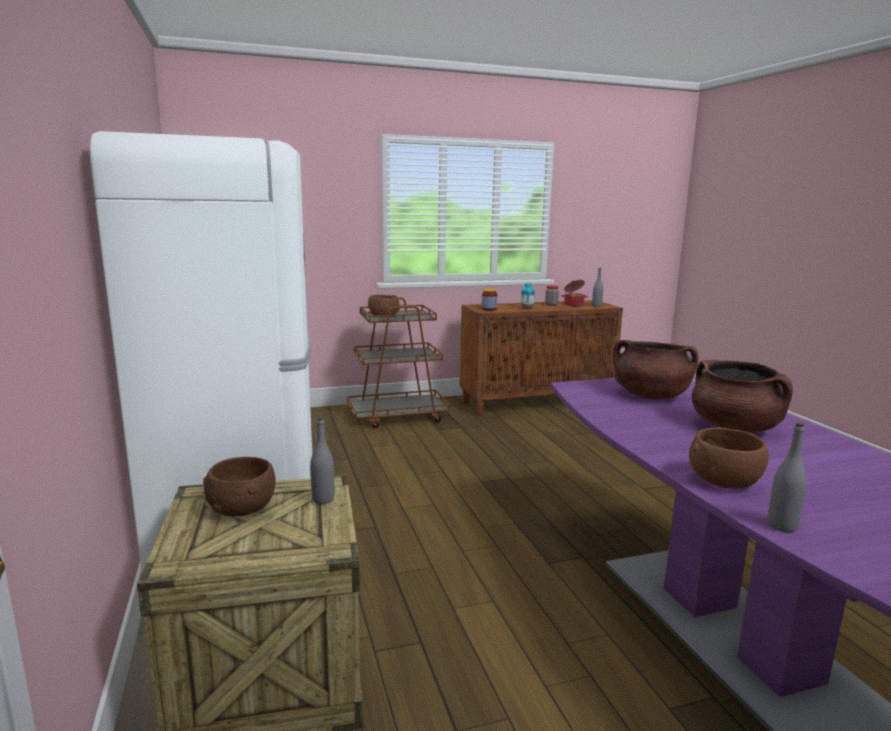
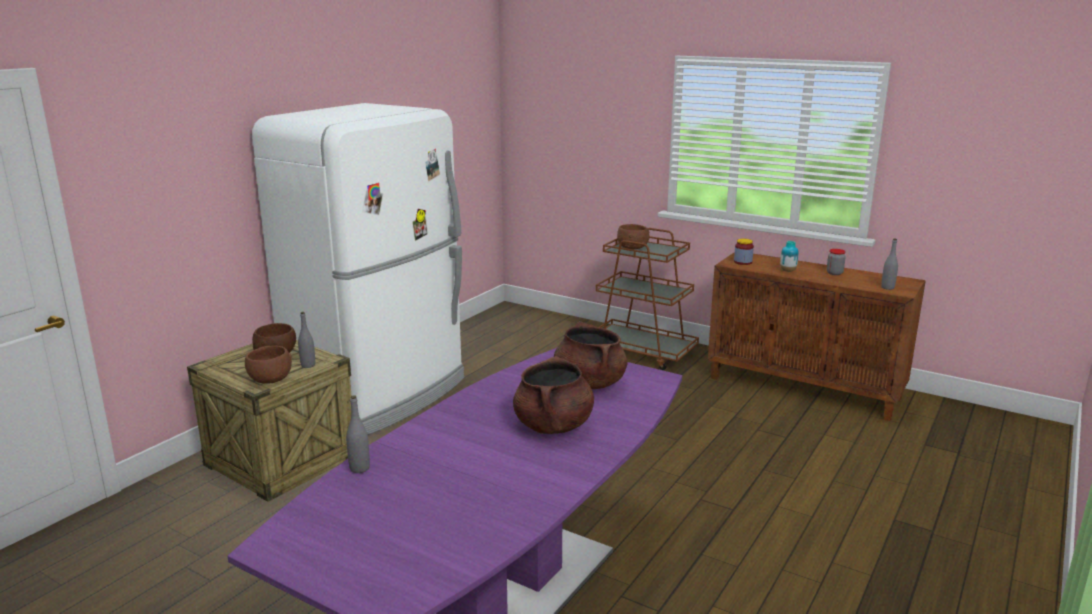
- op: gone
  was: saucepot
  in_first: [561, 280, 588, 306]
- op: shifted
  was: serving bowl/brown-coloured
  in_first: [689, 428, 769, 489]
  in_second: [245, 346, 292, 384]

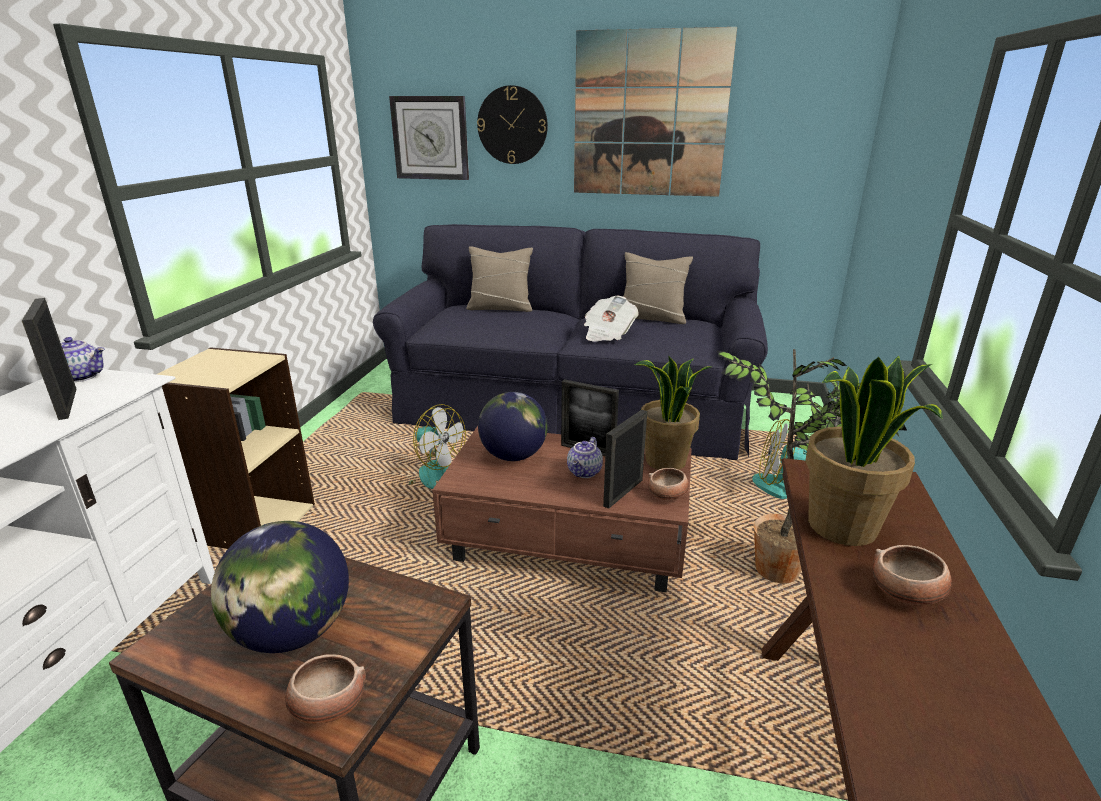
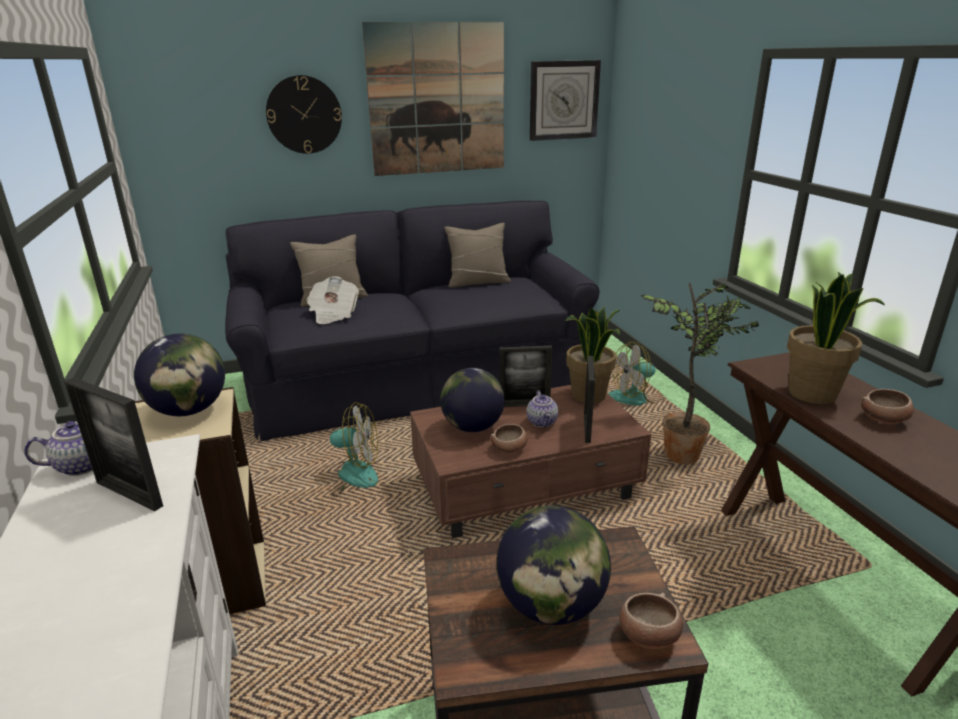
- op: shifted
  was: wall clock
  in_first: [389, 96, 469, 180]
  in_second: [530, 60, 601, 141]
- op: shifted
  was: printed paper
  in_first: [584, 296, 639, 342]
  in_second: [306, 276, 359, 324]
- op: shifted
  was: serving bowl
  in_first: [648, 468, 689, 500]
  in_second: [491, 424, 528, 454]
- op: new
  now: desk globe
  in_second: [134, 334, 225, 416]

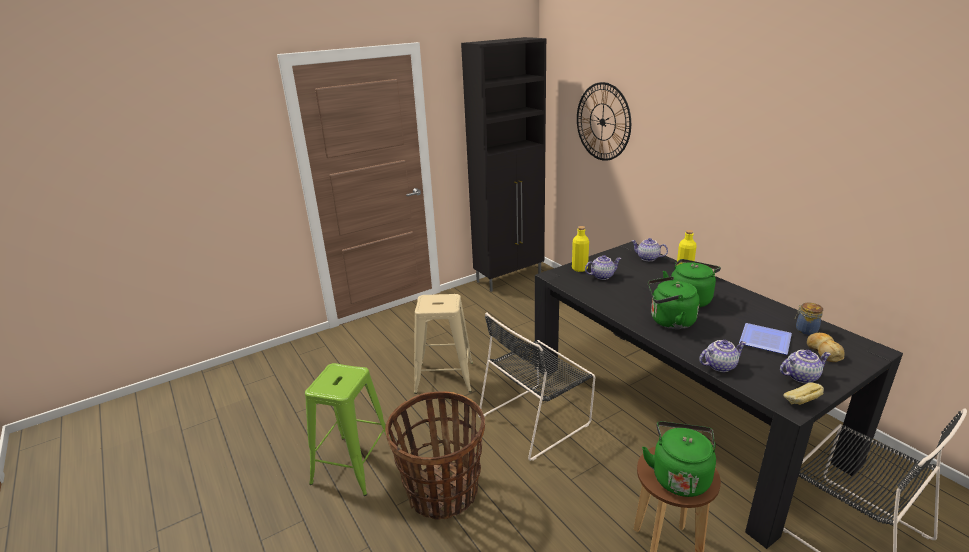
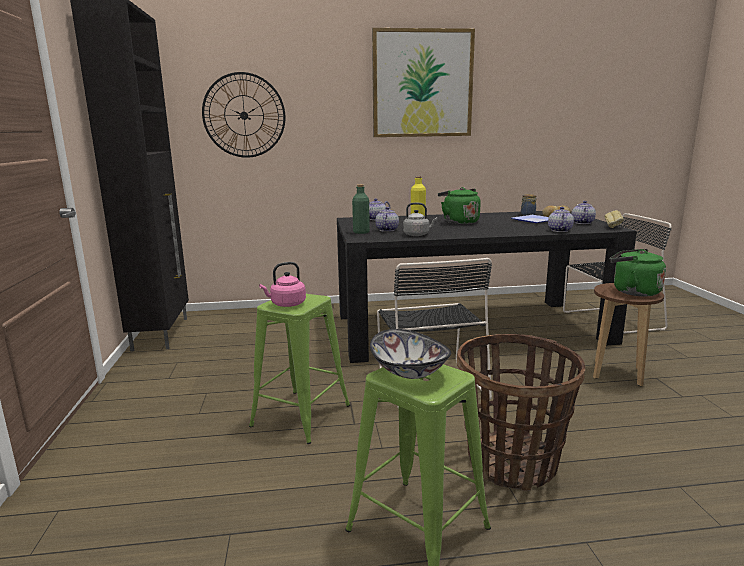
- op: repainted
  was: drink bottle/yellow
  now: drink bottle/green-coloured
  in_first: [572, 226, 589, 272]
  in_second: [352, 184, 370, 234]
- op: gone
  was: tea kettle/green-coloured
  in_first: [648, 276, 700, 329]
- op: repainted
  was: stool/beige
  now: stool/green-coloured
  in_first: [414, 294, 473, 394]
  in_second: [249, 294, 350, 444]
- op: new
  now: wall art
  in_second: [372, 28, 475, 137]
- op: new
  now: tea kettle/gray
  in_second: [403, 203, 437, 236]
- op: new
  now: tea kettle/pink
  in_second: [259, 262, 306, 307]
- op: new
  now: serving bowl
  in_second: [370, 329, 451, 379]

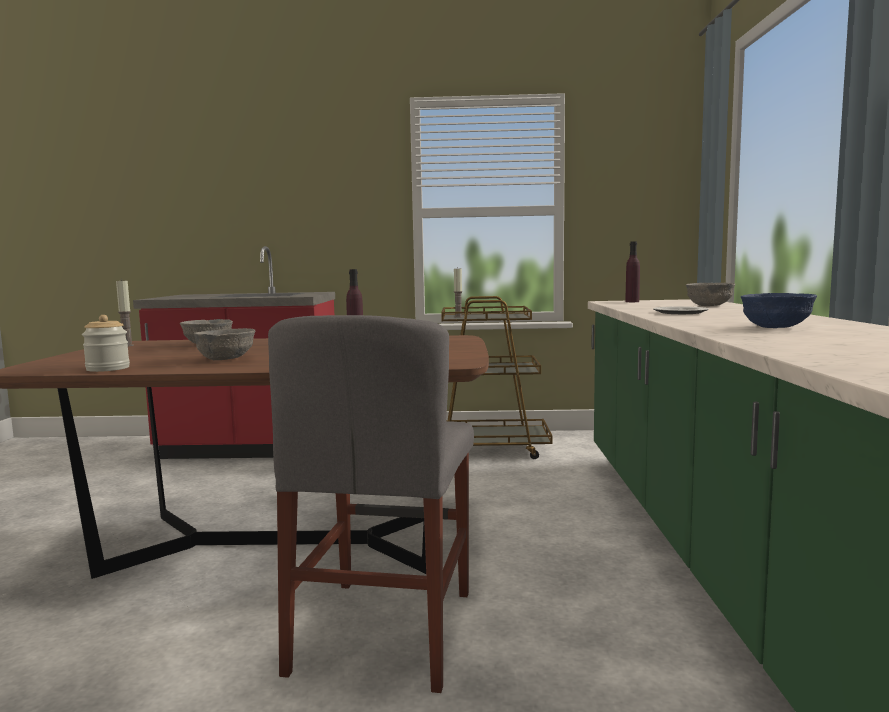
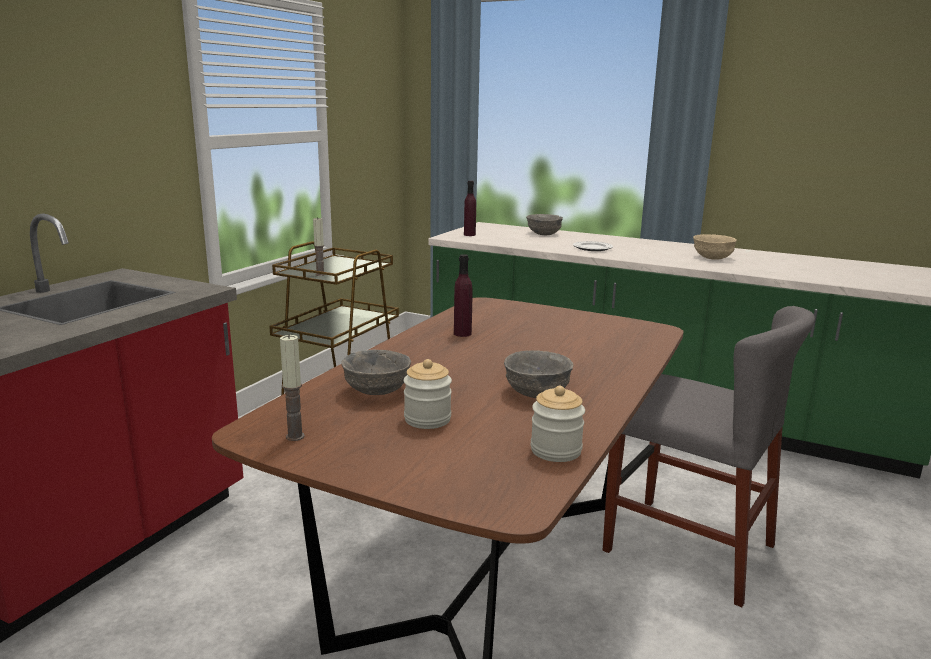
- op: repainted
  was: serving bowl/bluish
  now: serving bowl/beige
  in_first: [741, 293, 817, 328]
  in_second: [693, 234, 737, 260]
- op: new
  now: storage jar
  in_second: [404, 359, 452, 429]

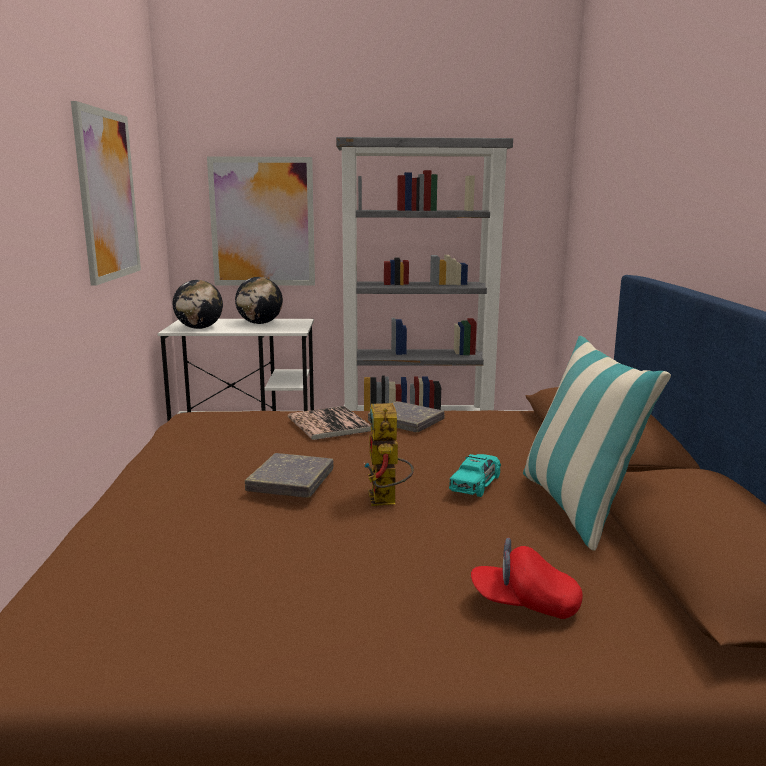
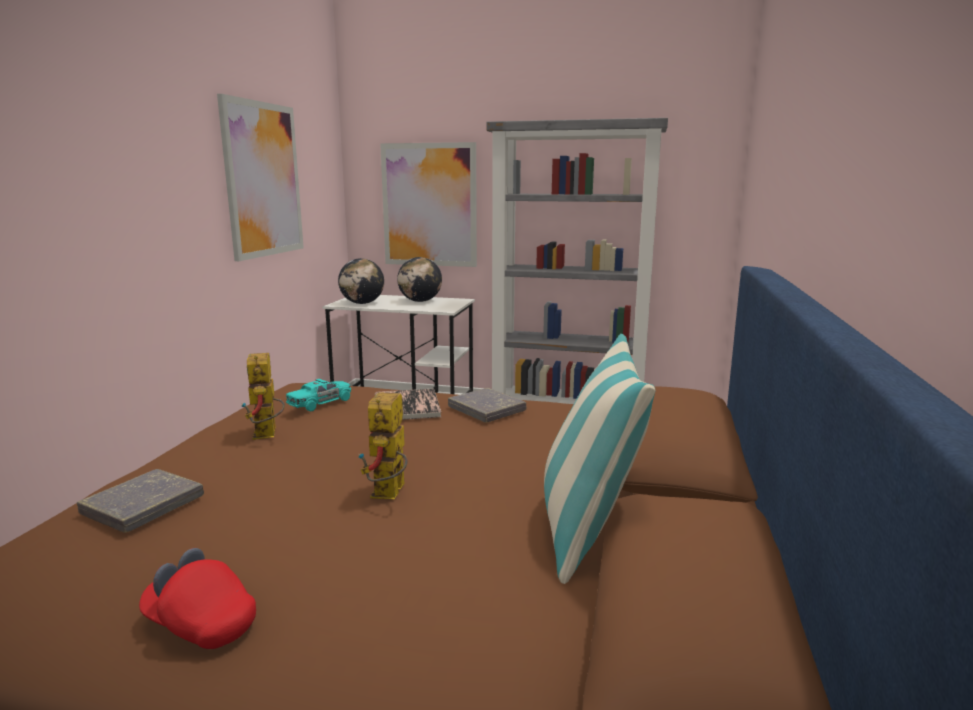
- op: shifted
  was: volume/gray
  in_first: [245, 453, 334, 498]
  in_second: [77, 469, 204, 533]
- op: shifted
  was: miniature car/turquoise
  in_first: [449, 454, 501, 497]
  in_second: [286, 379, 351, 411]
- op: shifted
  was: baseball cap/red
  in_first: [471, 537, 583, 619]
  in_second: [139, 548, 256, 649]
- op: new
  now: robot figure
  in_second: [241, 353, 285, 440]

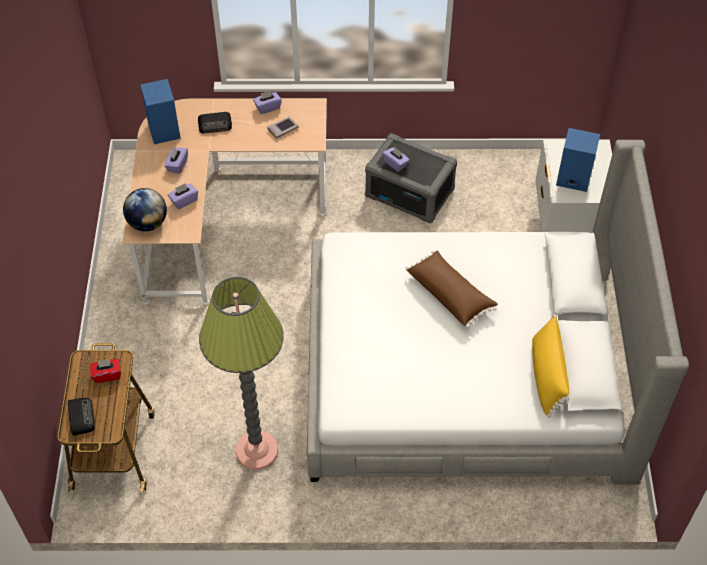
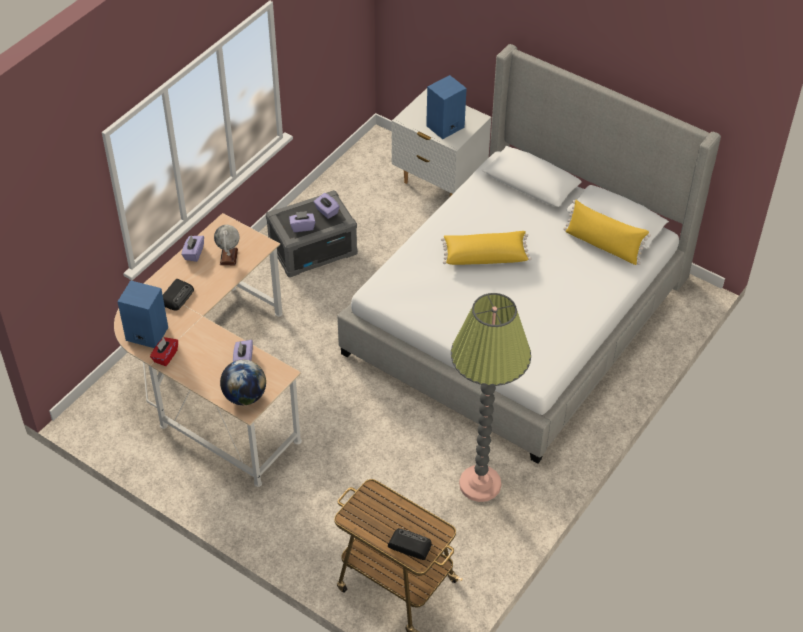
- op: swapped
  was: volume
  now: desk globe
  in_first: [267, 116, 299, 139]
  in_second: [214, 225, 239, 265]
- op: shifted
  was: tissue box/purple
  in_first: [164, 147, 188, 174]
  in_second: [314, 193, 340, 219]
- op: repainted
  was: cushion/brown-coloured
  now: cushion/yellow
  in_first: [405, 250, 498, 328]
  in_second: [441, 231, 531, 265]
- op: shifted
  was: tissue box/red
  in_first: [90, 359, 121, 383]
  in_second: [150, 337, 178, 366]

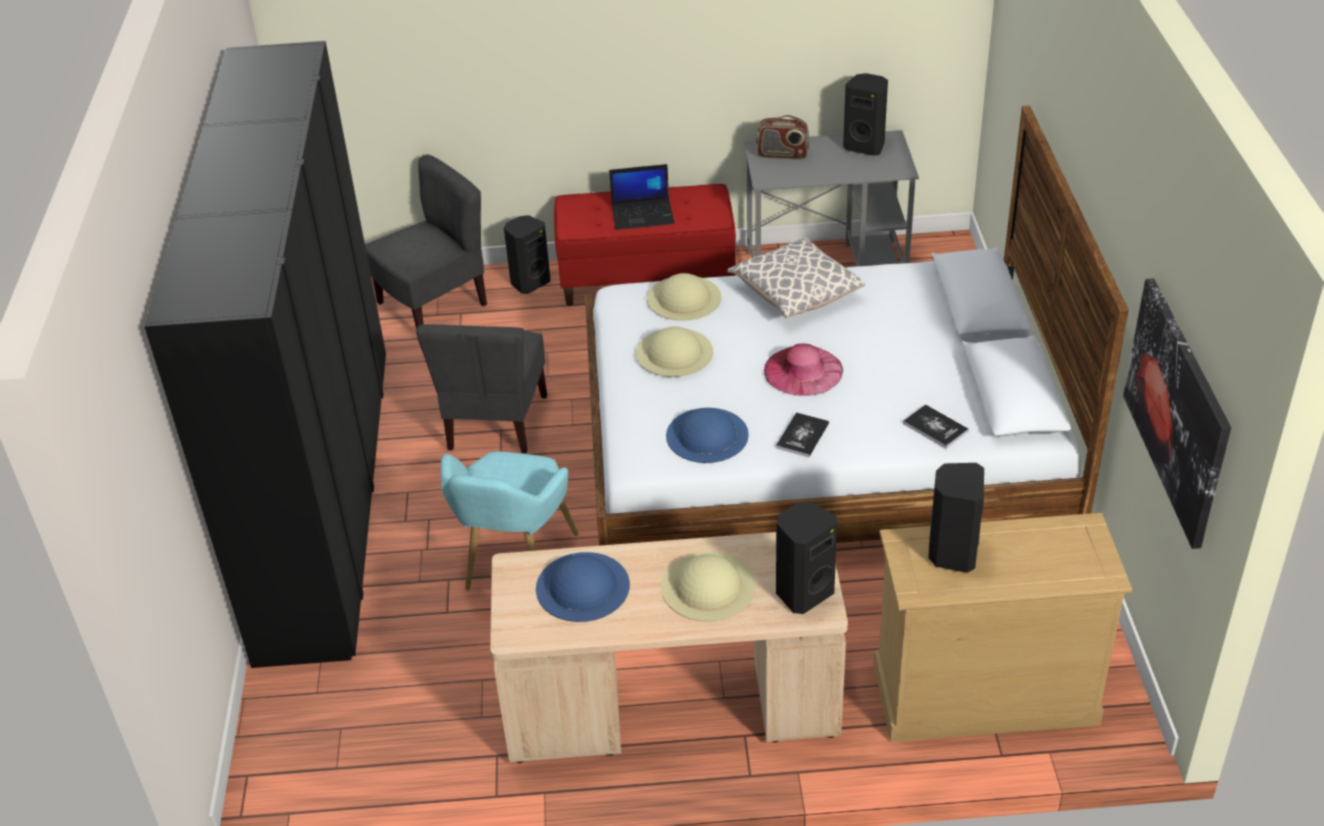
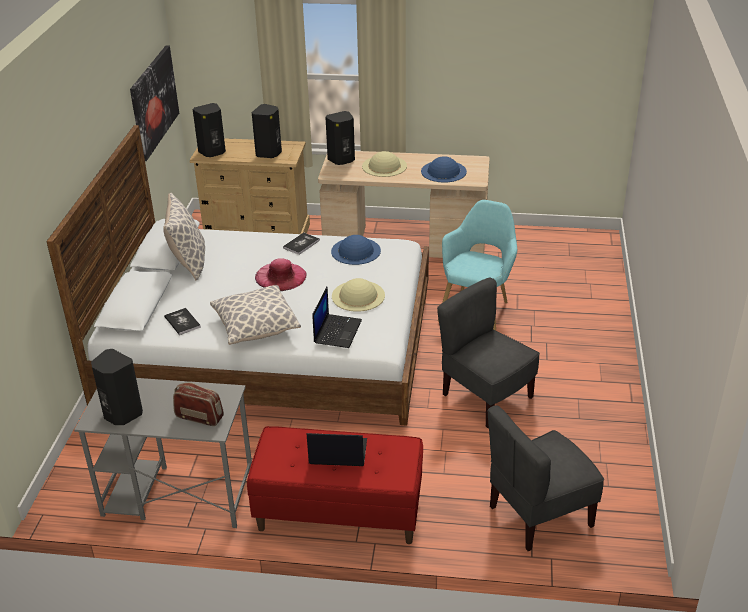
- op: gone
  was: armoire/black-coloured
  in_first: [144, 41, 386, 668]
- op: shifted
  was: loudspeaker/black-coloured
  in_first: [504, 215, 550, 294]
  in_second: [193, 103, 226, 157]
- op: swapped
  was: clothing hat/beige
  now: laptop
  in_first: [647, 273, 721, 321]
  in_second: [312, 286, 362, 348]
- op: rotated
  was: upright chair/gray
  in_first: [416, 324, 547, 453]
  in_second: [437, 278, 540, 428]
  clockwise: -60
- op: shifted
  was: volume
  in_first: [903, 404, 969, 449]
  in_second: [164, 308, 201, 335]
- op: new
  now: cushion
  in_second: [163, 193, 205, 281]

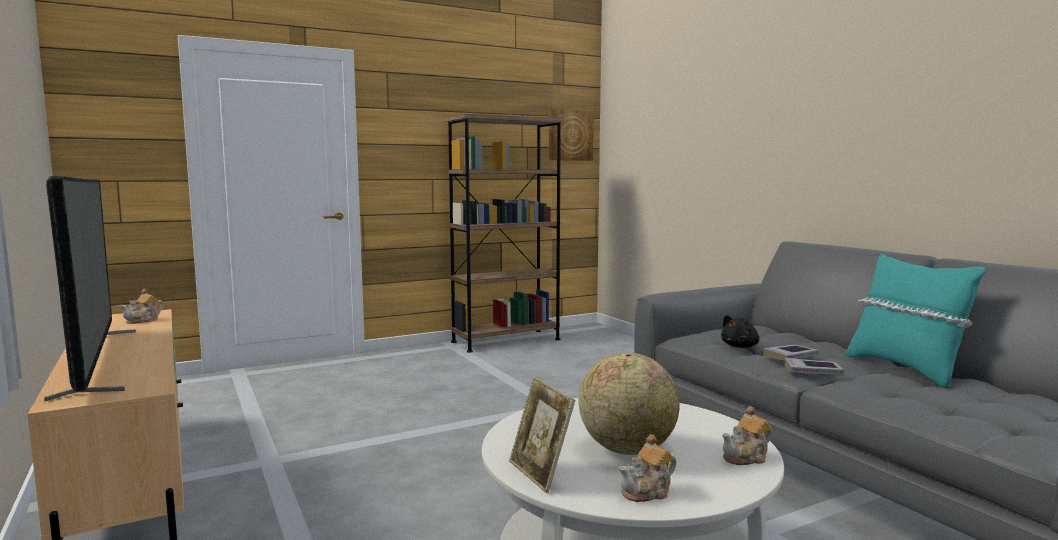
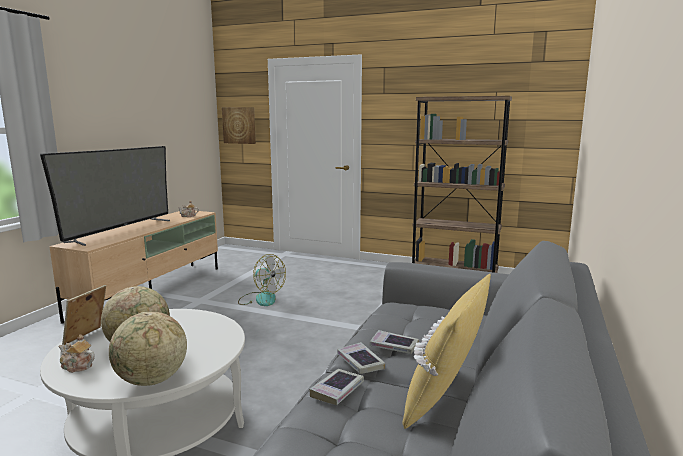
- op: shifted
  was: wall art
  in_first: [549, 109, 594, 161]
  in_second: [222, 107, 256, 144]
- op: repainted
  was: cushion/turquoise
  now: cushion/yellow
  in_first: [845, 253, 986, 389]
  in_second: [402, 274, 491, 429]
- op: gone
  was: cuddly toy/black-coloured
  in_first: [721, 315, 760, 348]
- op: swapped
  was: tea pot
  now: desk globe
  in_first: [722, 406, 772, 465]
  in_second: [109, 311, 187, 386]
- op: new
  now: fan
  in_second: [238, 254, 286, 306]
- op: new
  now: volume
  in_second: [309, 369, 364, 405]

